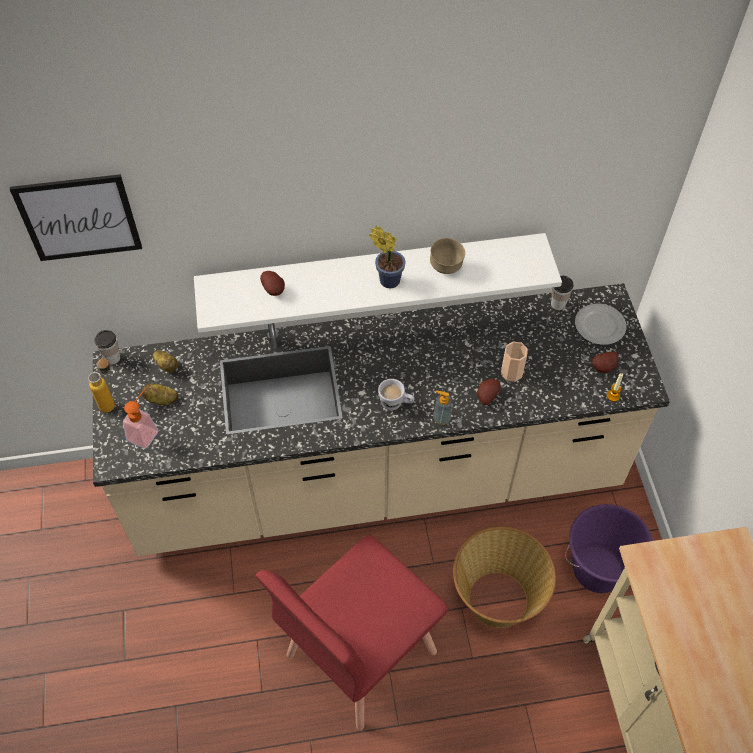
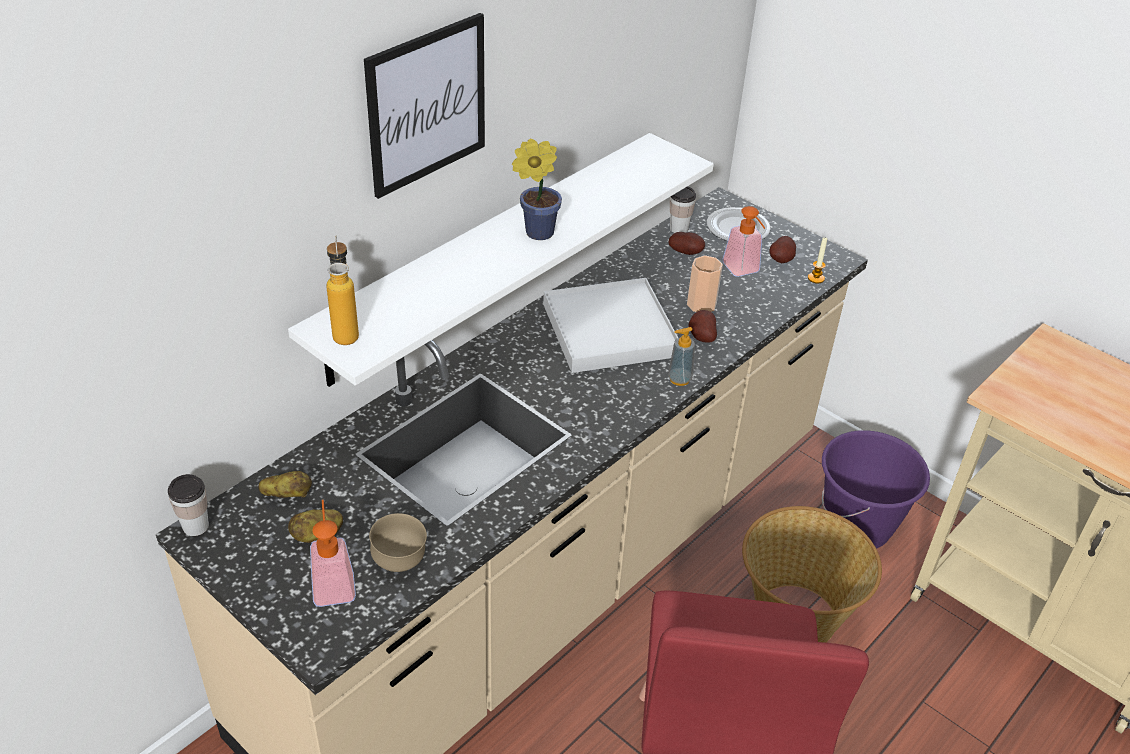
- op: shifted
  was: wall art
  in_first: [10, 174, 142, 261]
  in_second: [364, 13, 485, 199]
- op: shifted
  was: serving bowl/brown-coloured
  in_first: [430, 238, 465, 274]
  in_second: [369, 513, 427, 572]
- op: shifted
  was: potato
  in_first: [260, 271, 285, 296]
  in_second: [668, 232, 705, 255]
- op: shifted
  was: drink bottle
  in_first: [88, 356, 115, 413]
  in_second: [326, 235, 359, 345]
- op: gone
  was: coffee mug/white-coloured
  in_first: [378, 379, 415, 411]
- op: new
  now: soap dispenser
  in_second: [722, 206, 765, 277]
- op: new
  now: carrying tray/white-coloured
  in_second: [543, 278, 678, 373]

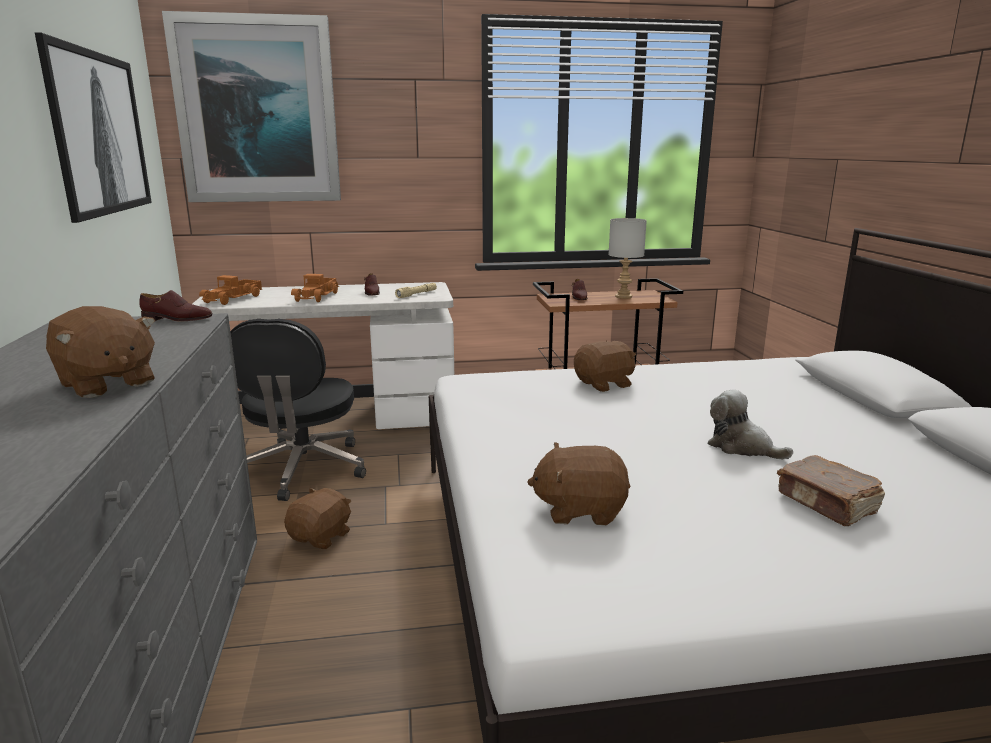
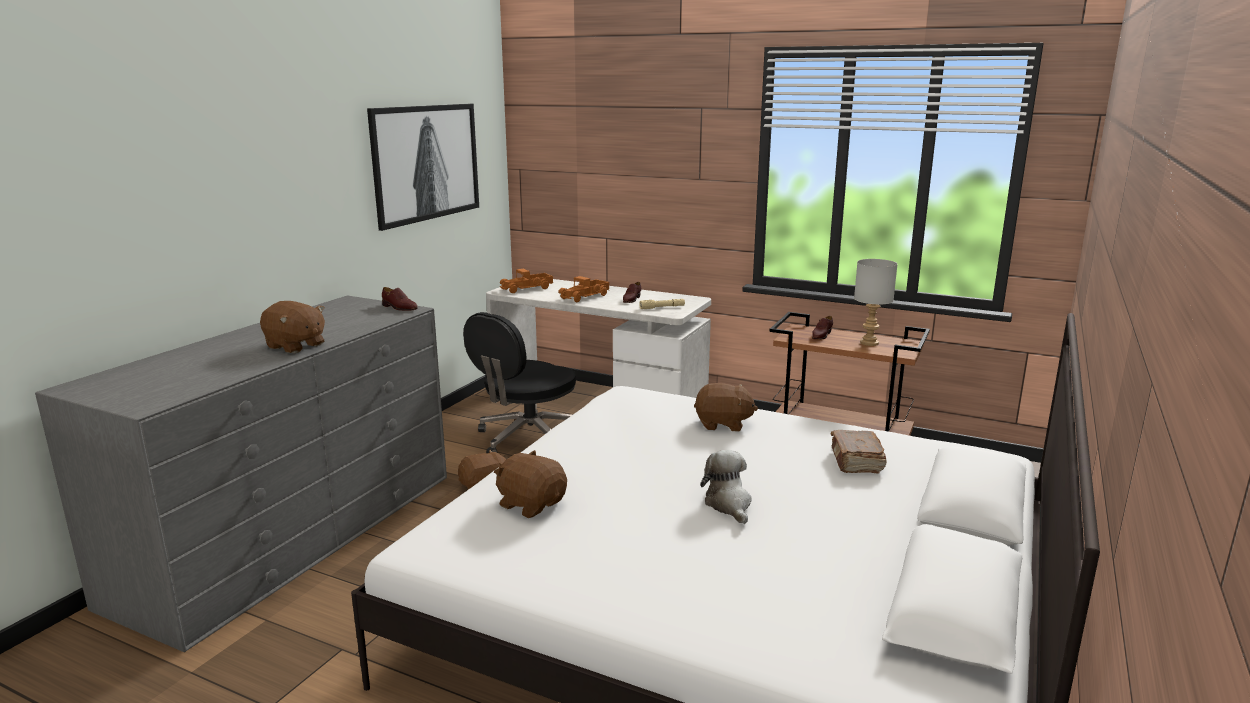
- op: gone
  was: wall art
  in_first: [162, 11, 341, 202]
- op: rotated
  was: cuddly toy/brown-coloured
  in_first: [46, 306, 155, 398]
  in_second: [260, 301, 325, 353]
  clockwise: -45
- op: shifted
  was: volume/brown-coloured
  in_first: [777, 455, 885, 526]
  in_second: [831, 430, 887, 474]

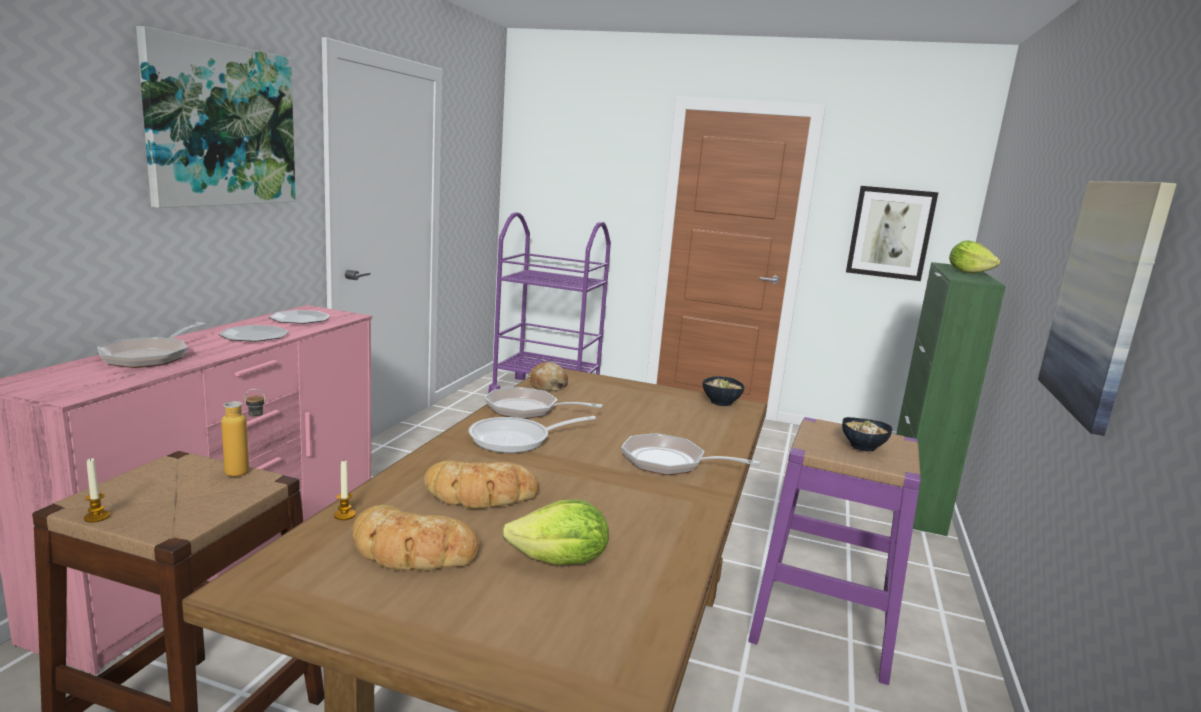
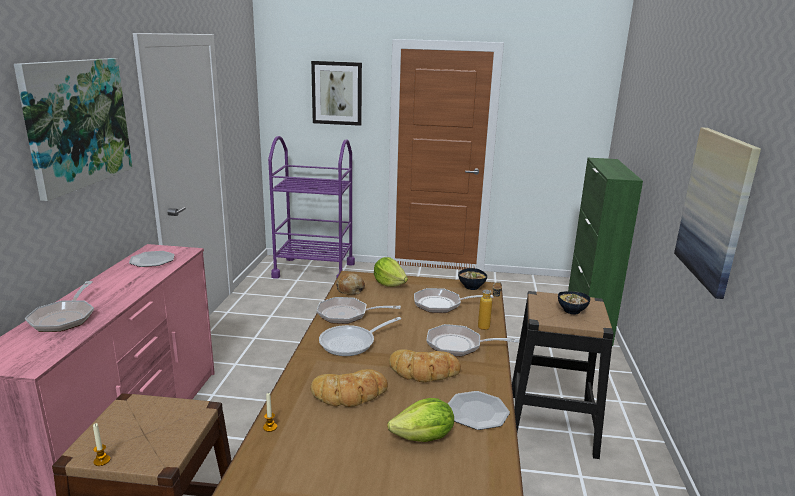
- op: shifted
  was: wall art
  in_first: [846, 186, 939, 281]
  in_second: [311, 61, 362, 126]
- op: shifted
  was: lettuce head
  in_first: [949, 241, 1000, 273]
  in_second: [374, 257, 408, 287]
- op: shifted
  was: flat dish
  in_first: [219, 325, 289, 342]
  in_second: [448, 391, 510, 430]
- op: shifted
  was: drink bottle
  in_first: [221, 389, 265, 477]
  in_second: [478, 282, 502, 330]
- op: repainted
  was: stool/purple
  now: stool/black-coloured
  in_first: [748, 417, 921, 685]
  in_second: [512, 291, 614, 459]
- op: shifted
  was: bread
  in_first: [352, 505, 480, 570]
  in_second: [389, 349, 461, 382]
- op: new
  now: frying pan
  in_second: [414, 288, 493, 313]

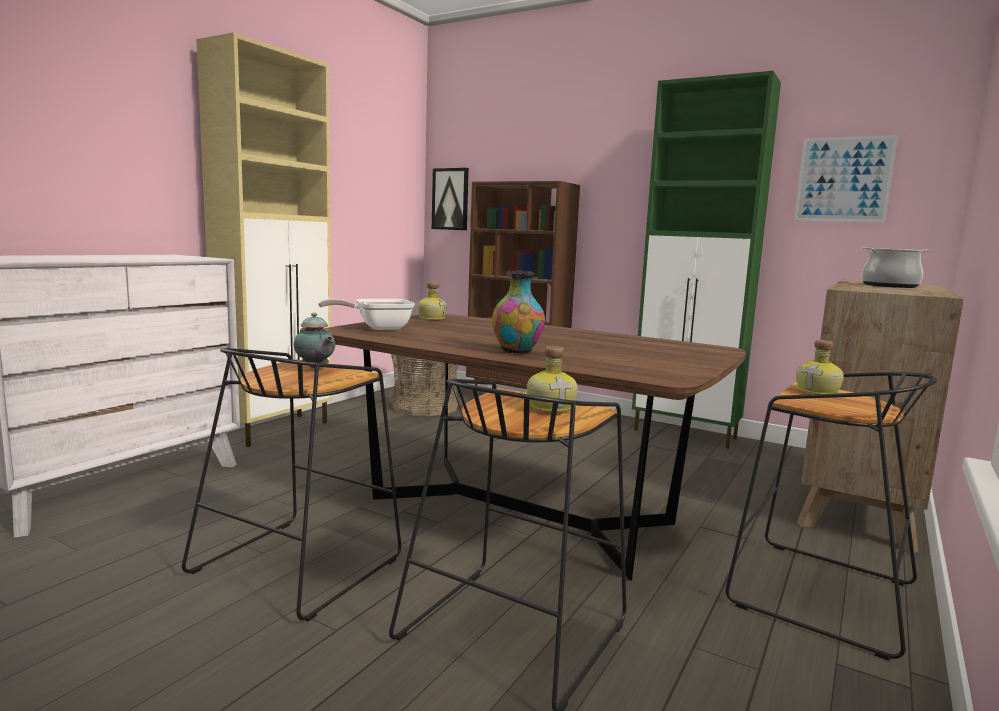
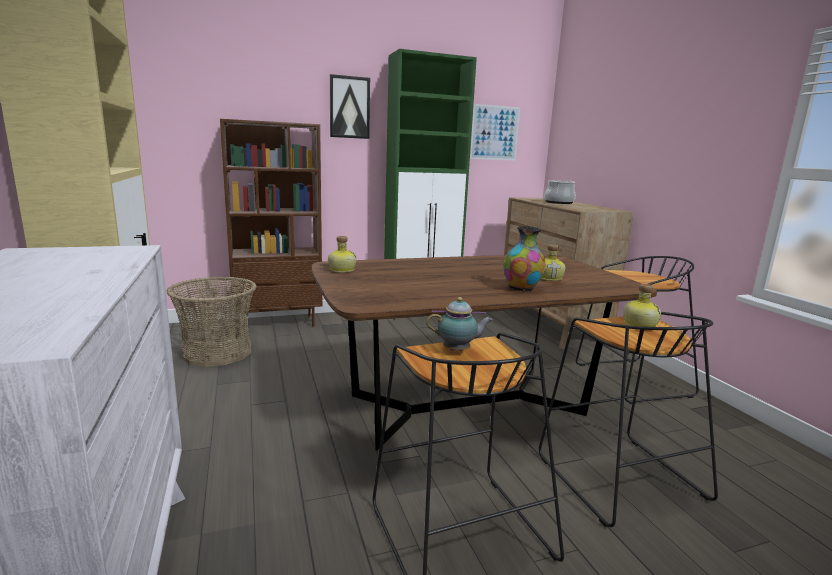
- op: shifted
  was: wall art
  in_first: [432, 168, 469, 230]
  in_second: [330, 74, 370, 139]
- op: gone
  was: frying pan
  in_first: [318, 299, 415, 330]
- op: shifted
  was: drink bottle
  in_first: [796, 340, 844, 394]
  in_second: [541, 244, 565, 281]

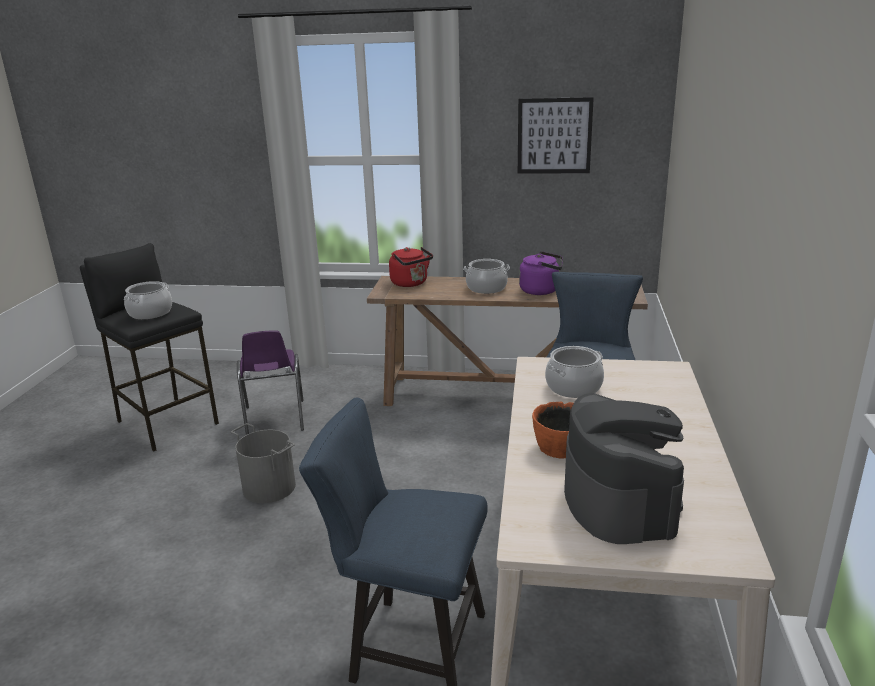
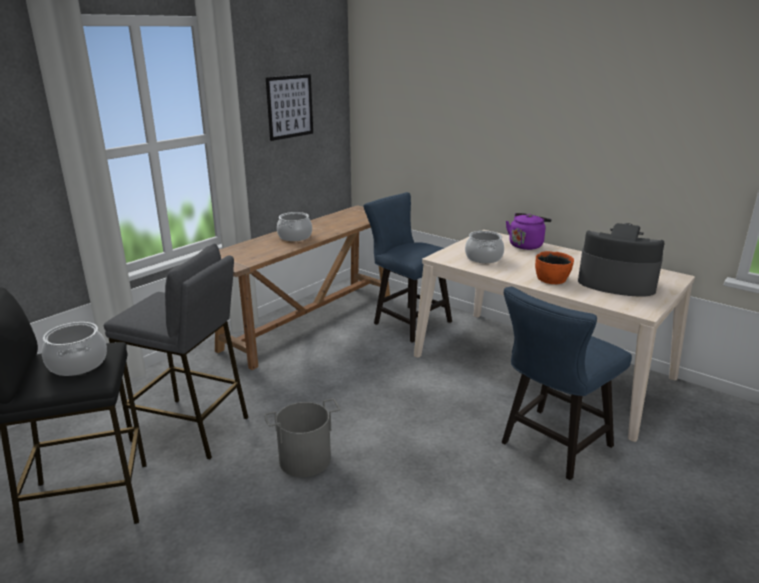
- op: gone
  was: tea kettle/red
  in_first: [389, 247, 433, 287]
- op: shifted
  was: tea kettle/purple
  in_first: [519, 251, 563, 295]
  in_second: [506, 213, 552, 250]
- op: swapped
  was: upright chair/purple
  now: stool/gray
  in_first: [237, 330, 304, 435]
  in_second: [104, 243, 248, 459]

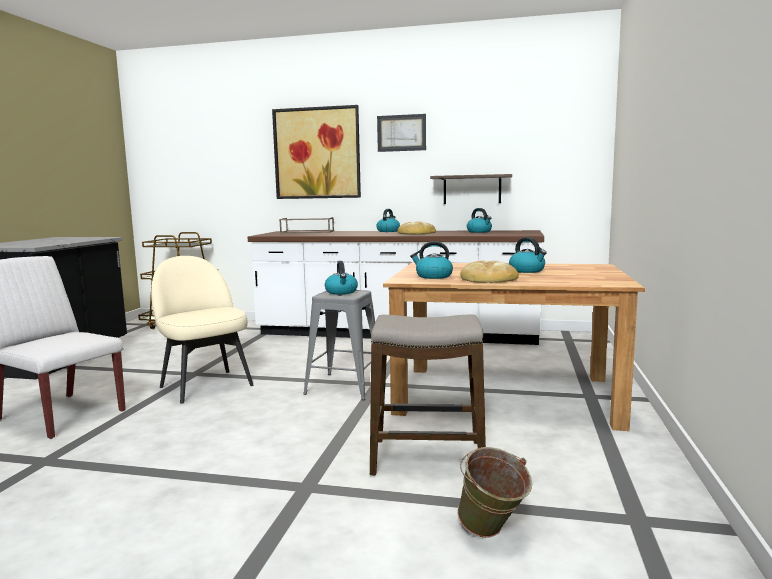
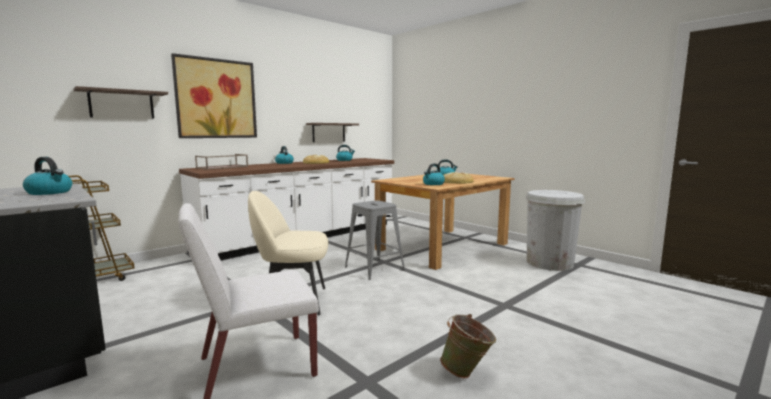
- op: gone
  was: wall art
  in_first: [377, 114, 426, 152]
- op: shifted
  was: tea kettle
  in_first: [325, 261, 358, 294]
  in_second: [23, 157, 72, 195]
- op: gone
  was: stool
  in_first: [370, 314, 486, 476]
- op: shifted
  was: pail/green-coloured
  in_first: [457, 447, 532, 538]
  in_second: [440, 314, 496, 379]
- op: new
  now: bracket shelf
  in_second: [73, 86, 168, 119]
- op: new
  now: waste bin/white-coloured
  in_second: [526, 190, 585, 271]

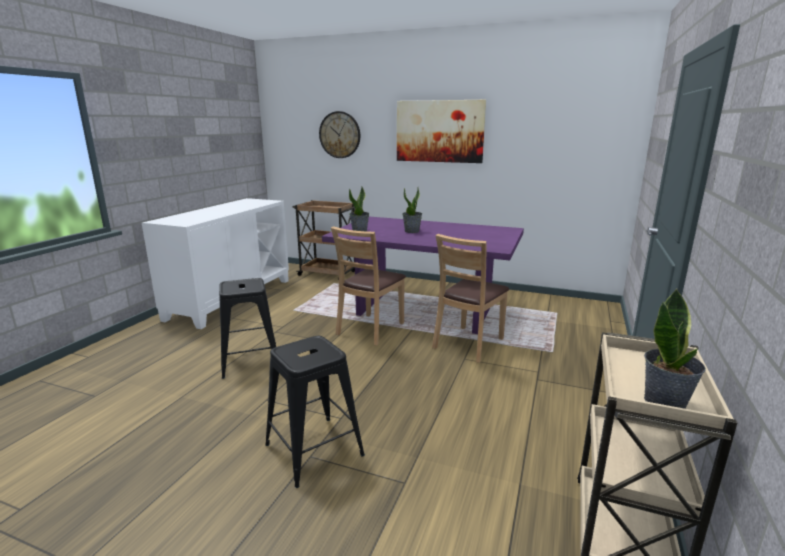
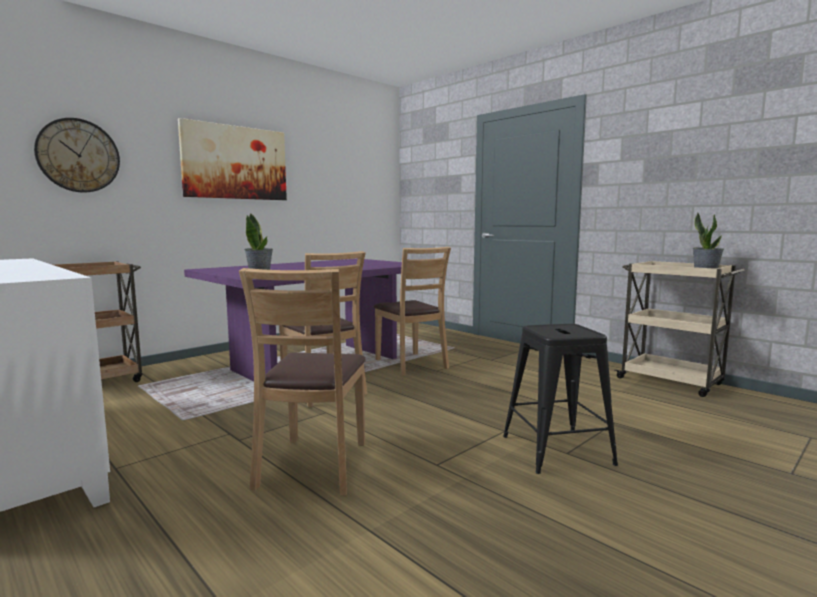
- op: gone
  was: potted plant
  in_first: [402, 187, 422, 233]
- op: swapped
  was: stool/black-coloured
  now: upright chair/brown-coloured
  in_first: [219, 278, 276, 379]
  in_second: [239, 268, 366, 496]

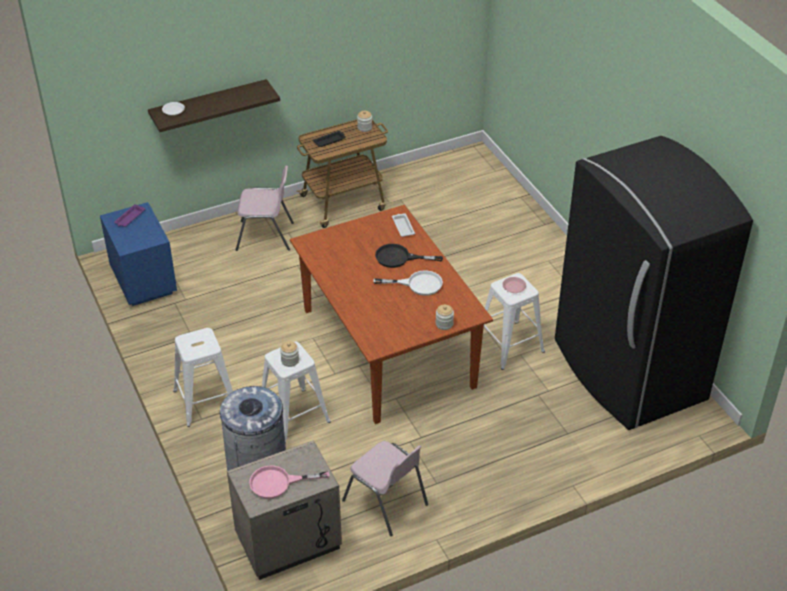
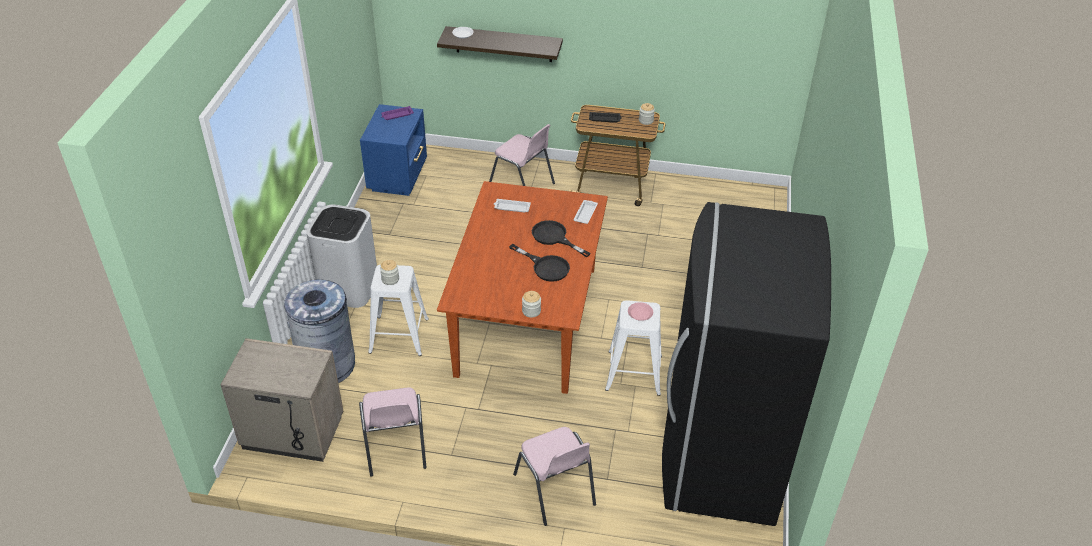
- op: repainted
  was: frying pan/white-coloured
  now: frying pan/black-coloured
  in_first: [373, 270, 443, 296]
  in_second: [509, 244, 570, 282]
- op: swapped
  was: stool/white-coloured
  now: waste bin/white-coloured
  in_first: [173, 328, 233, 427]
  in_second: [307, 205, 377, 308]
- op: gone
  was: frying pan/pink
  in_first: [249, 466, 329, 499]
- op: new
  now: carrying tray/white-coloured
  in_second: [494, 199, 531, 212]
- op: new
  now: upright chair/pink
  in_second: [513, 427, 596, 526]

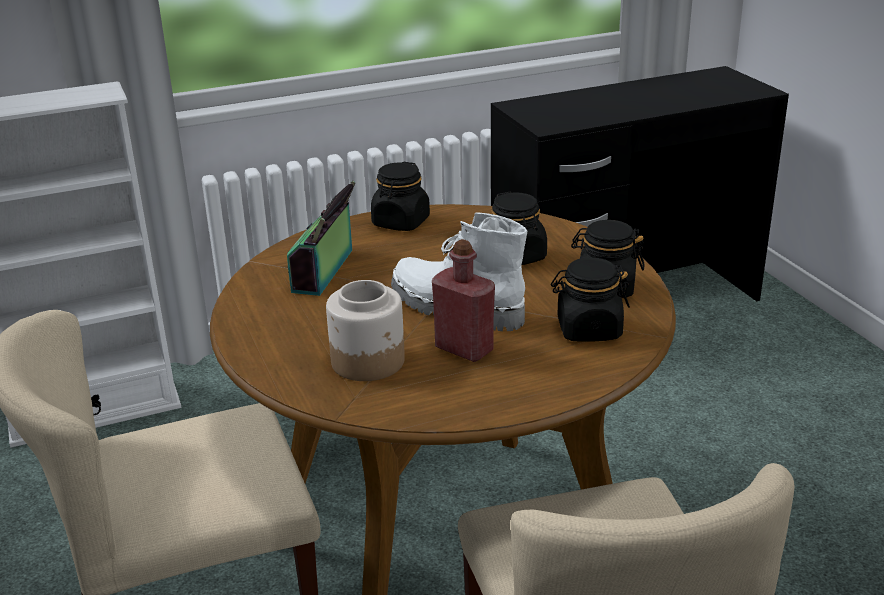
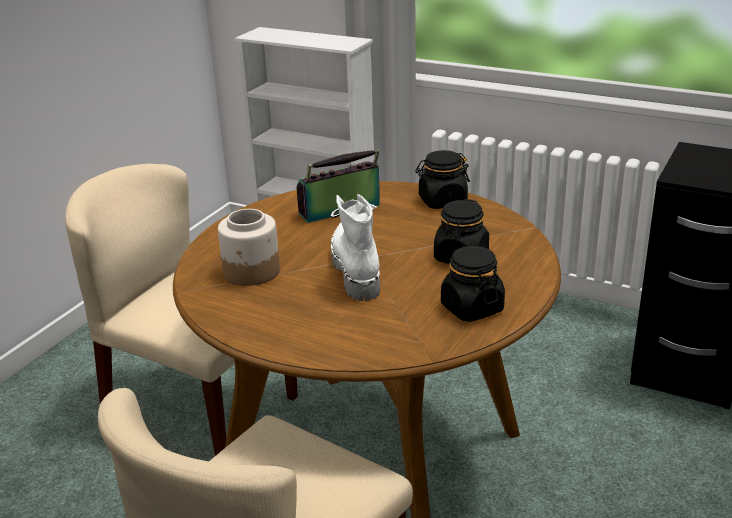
- op: gone
  was: drink bottle/red
  in_first: [432, 239, 495, 362]
- op: gone
  was: storage jar/black-coloured
  in_first: [551, 258, 630, 342]

